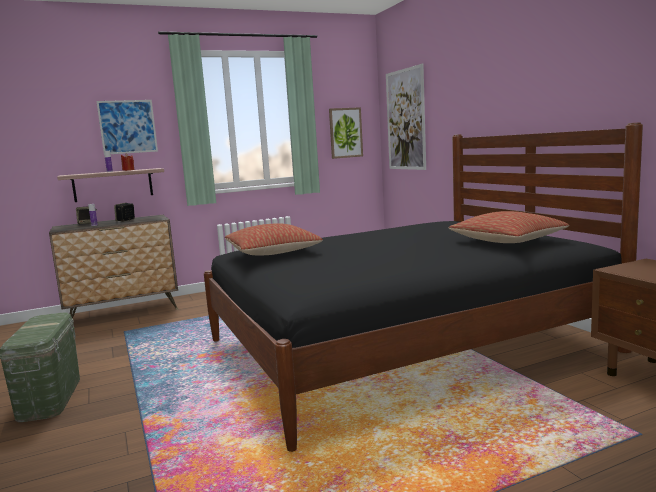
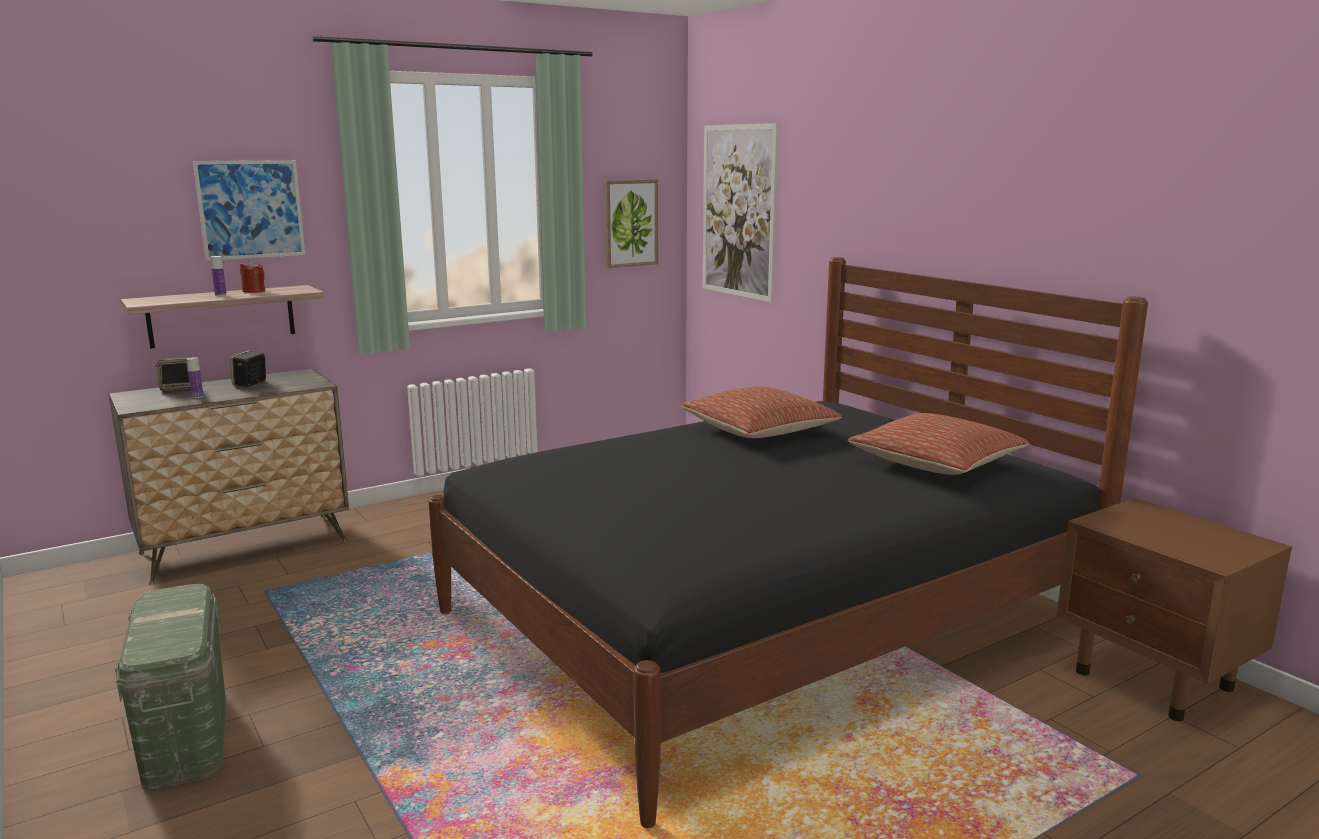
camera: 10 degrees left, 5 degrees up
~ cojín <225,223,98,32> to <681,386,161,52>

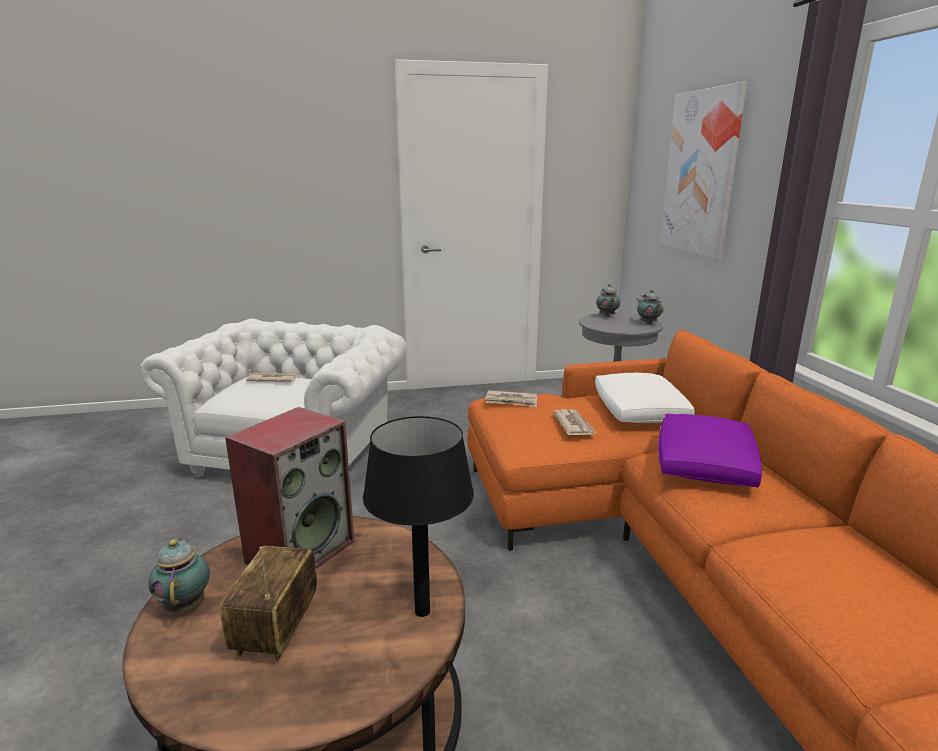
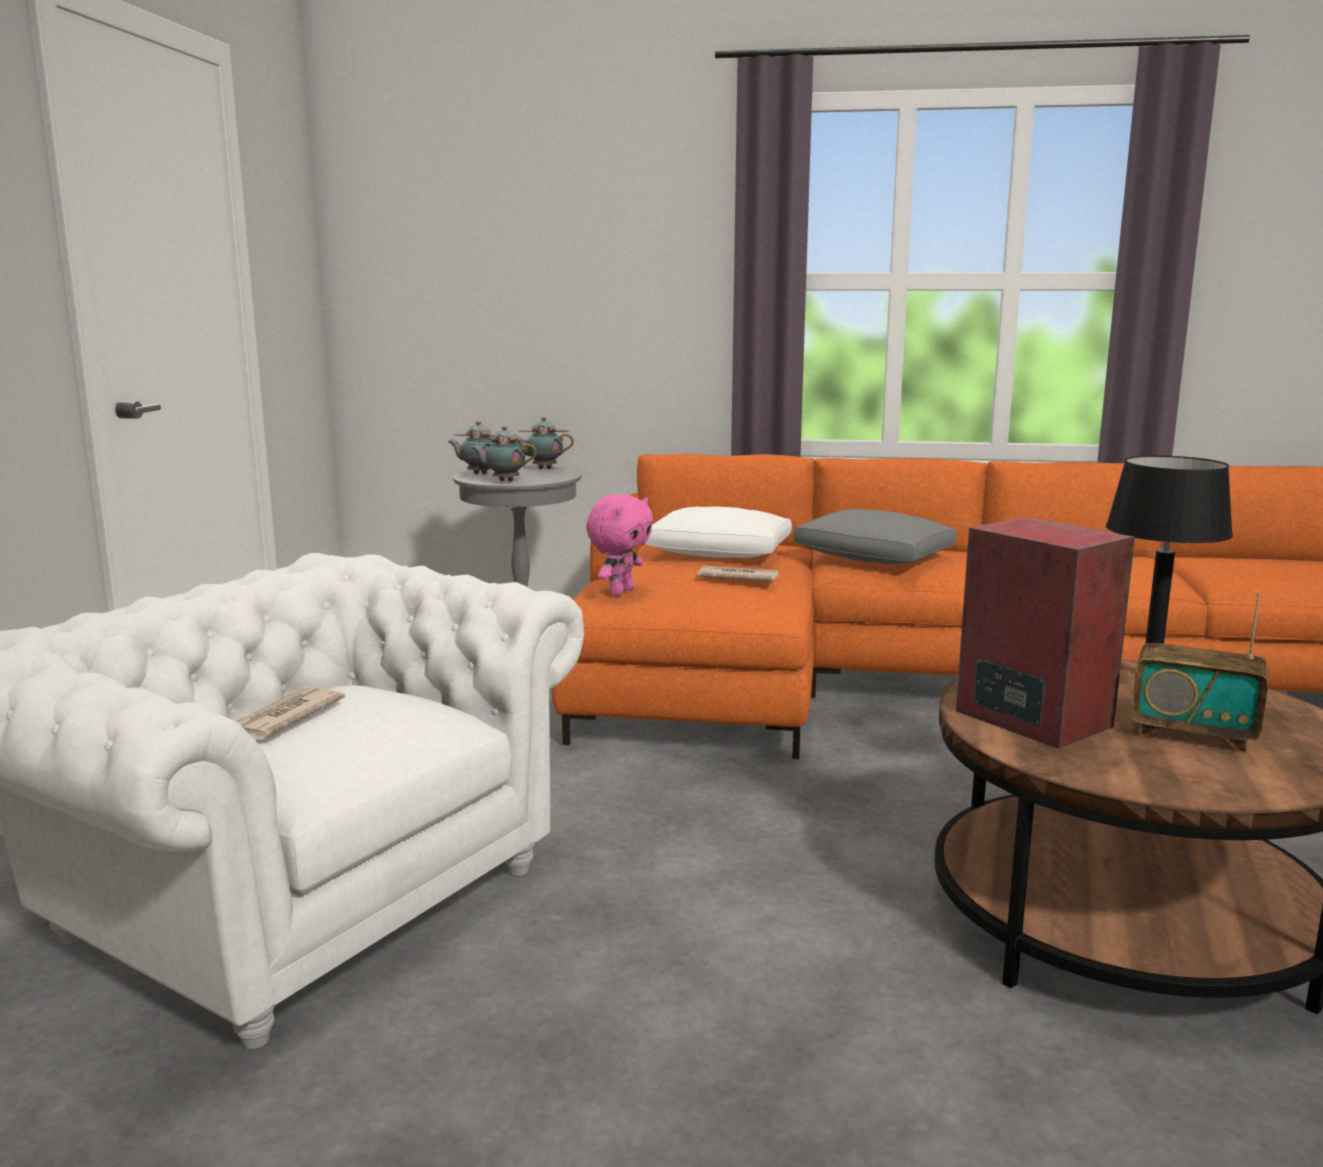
camera: 70 degrees left, 5 degrees down
- cuadro <659,82,88,178>
~ periódico <485,390,52,17> to peluche (rosa) <586,494,67,101>
~ cojín (morado) <658,414,104,73> to cojín (gris) <793,509,164,55>
~ tetera <149,537,61,75> to <471,426,66,55>

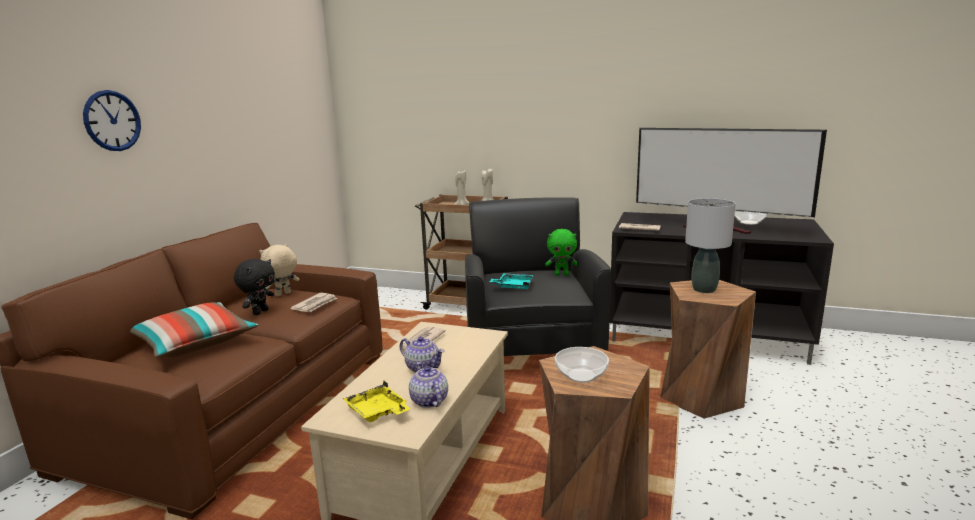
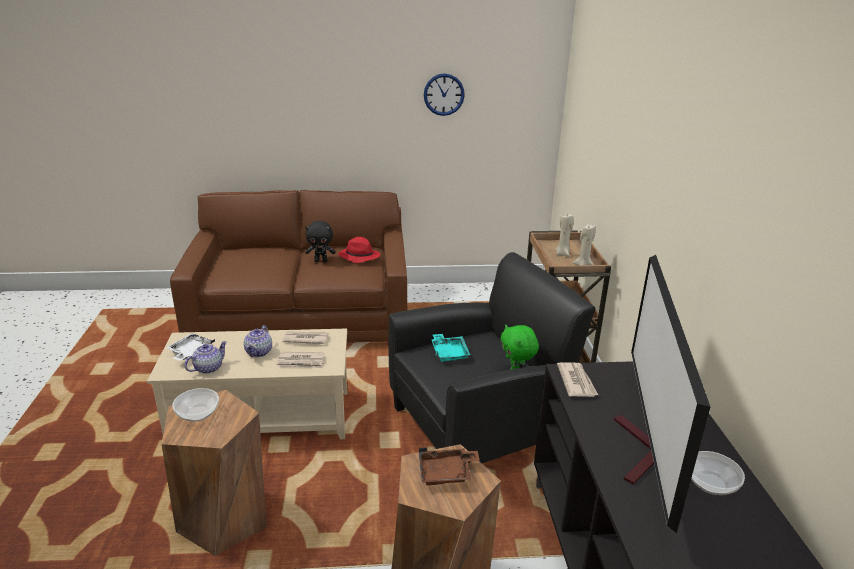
camera: 65 degrees right, 10 degrees up
~ reloj de pared <83,90,58,61> to <424,73,41,43>
~ lámpara de mesa (gris) <685,198,51,95> to bandeja (marrón) <419,447,61,38>
~ peluche (beis) <259,244,40,52> to sombrero (rojo) <338,237,42,26>
~ periódico <290,293,47,19> to <277,352,48,16>
- cojín <130,302,128,56>
~ bandeja (amarillo) <343,381,67,41> to bandeja (blanco) <166,333,49,28>

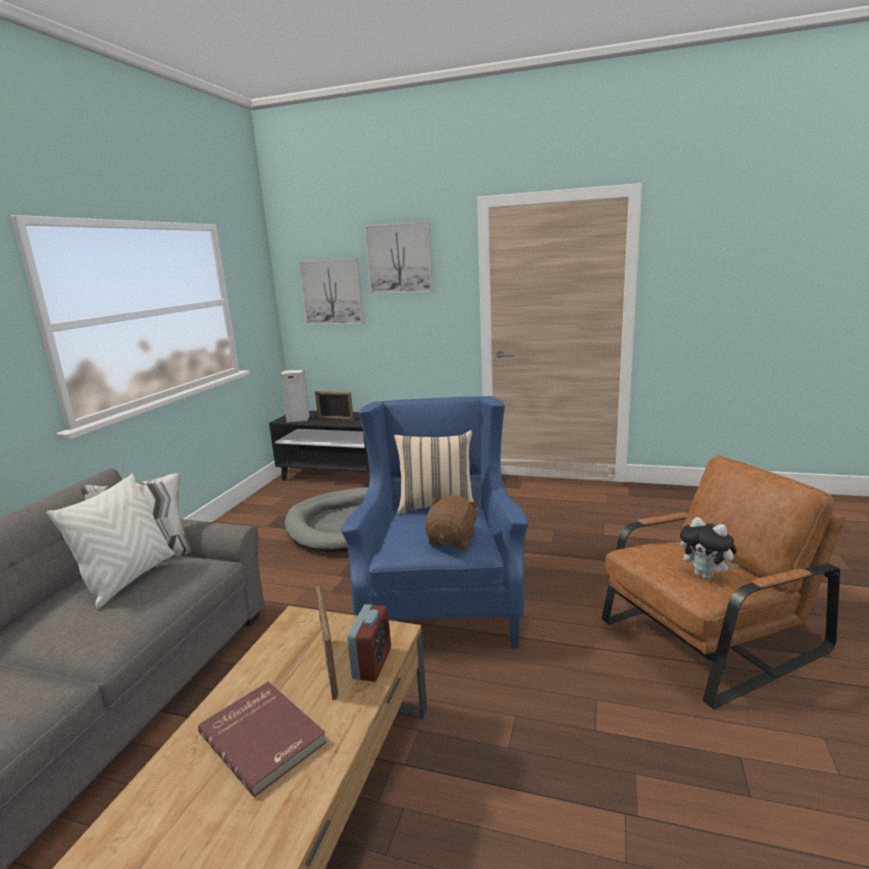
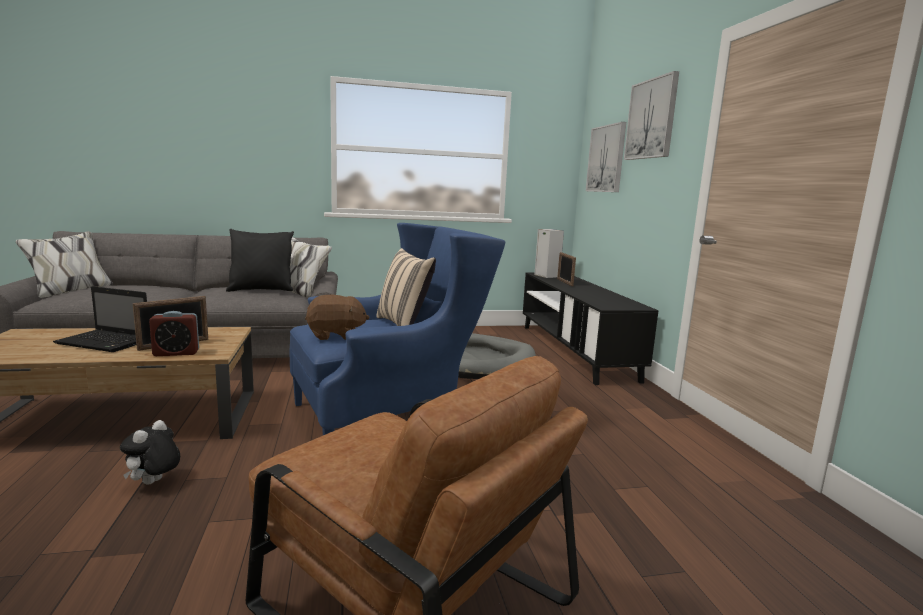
camera: 60 degrees right, 5 degrees down
~ cojín (blanco) <47,473,127,136> to cojín (negro) <226,229,68,63>
~ peluche <680,517,59,62> to <120,420,60,65>
~ libro (rojo) <198,682,129,115> to portátil <53,286,94,66>

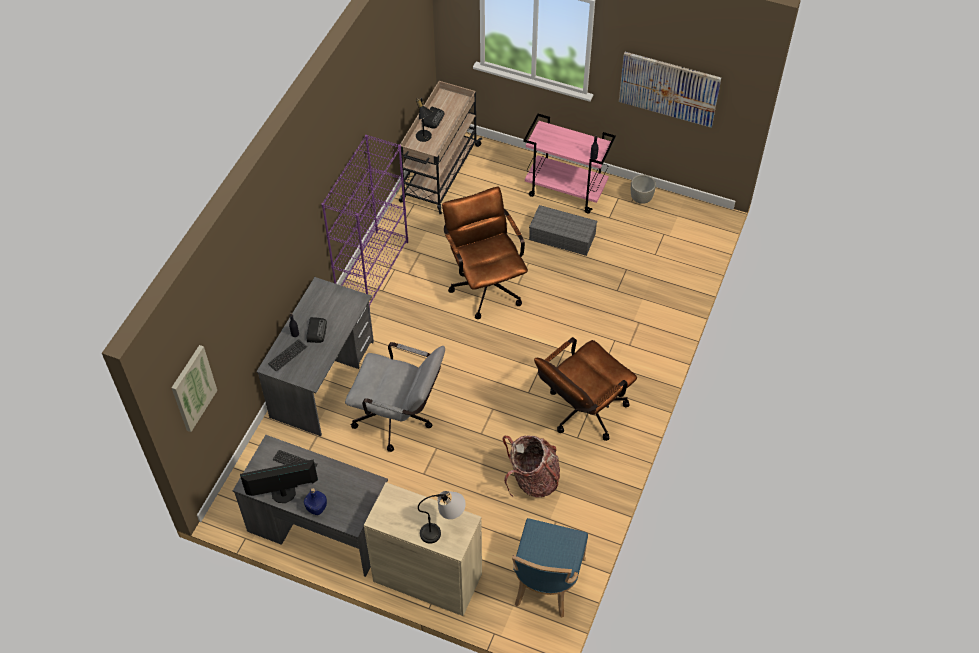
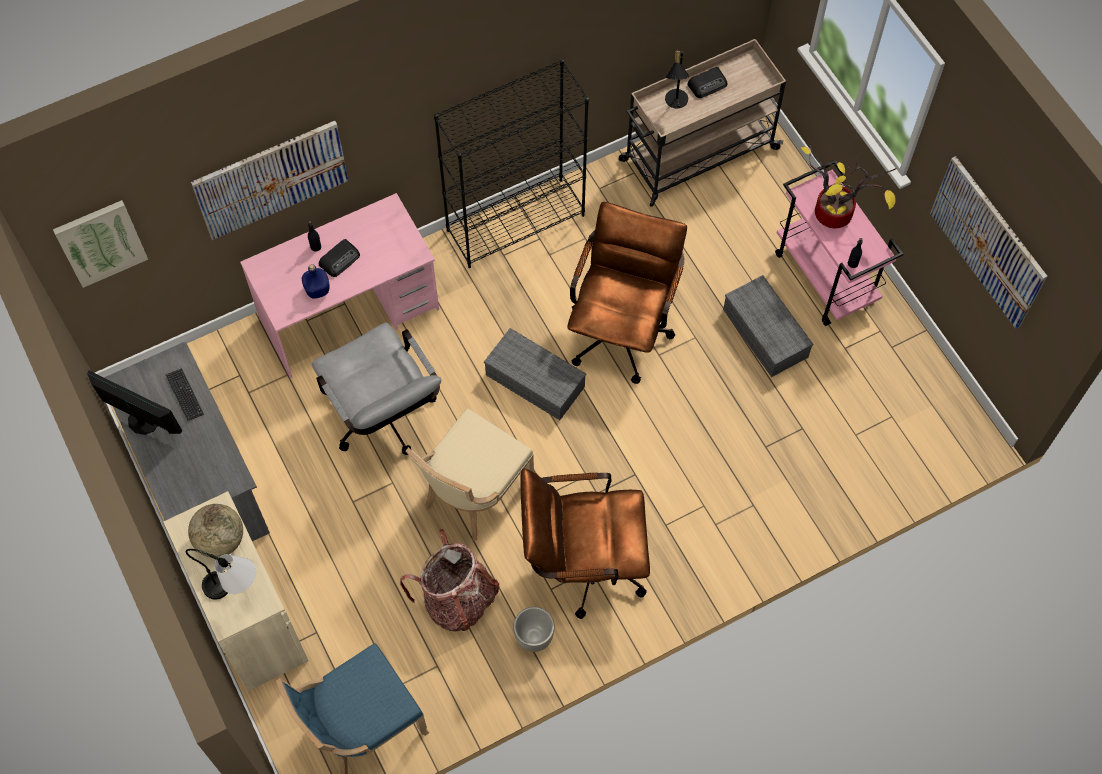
camera: 40 degrees right, 10 degrees up
~ estantería (morado) <322,135,86,172> to estantería (negro) <434,59,155,209>
~ maceta (gris) <631,174,25,30> to <513,607,42,45>
~ escritorio (gris) <256,277,118,159> to escritorio (rosa) <240,193,199,185>
- teclado <268,339,39,33>
~ botella (azul) <304,488,23,27> to <302,264,28,35>
+ cuadro <191,121,157,119>
+ planta en maceta <801,135,96,93>
+ caja de almacenaje (gris) <484,328,102,92>
+ silla (beis) <406,408,128,133>
+ globo terráqueo <188,504,55,54>

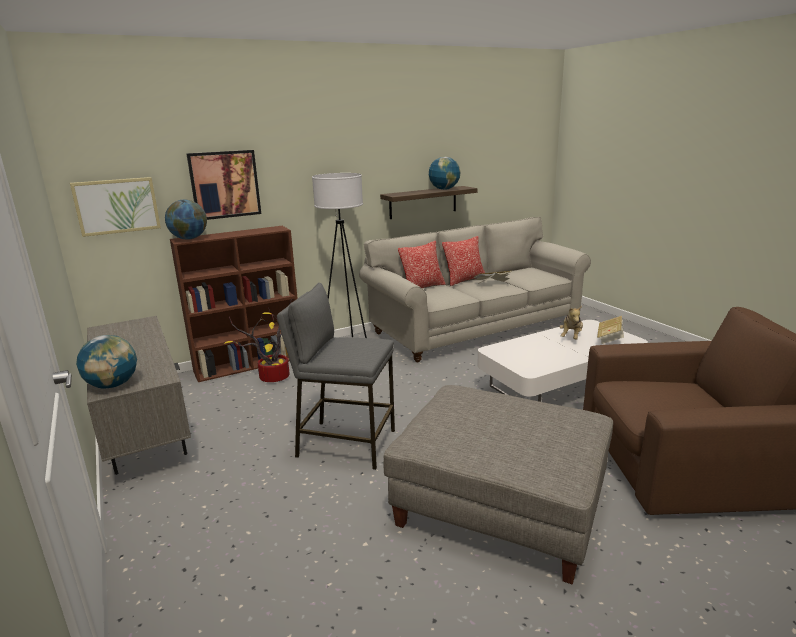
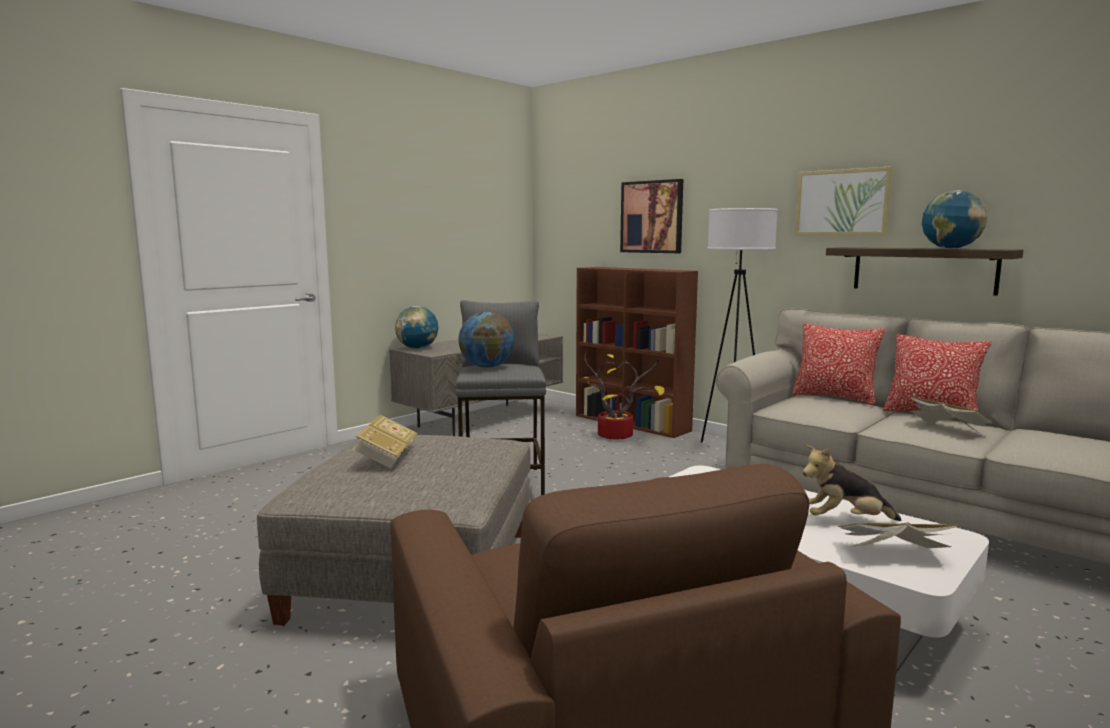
camera: 70 degrees right, 10 degrees down
~ cuadro <70,177,91,60> to <795,167,98,69>
~ globo terráqueo <165,200,42,40> to <458,312,57,56>
+ libro <352,415,66,53>

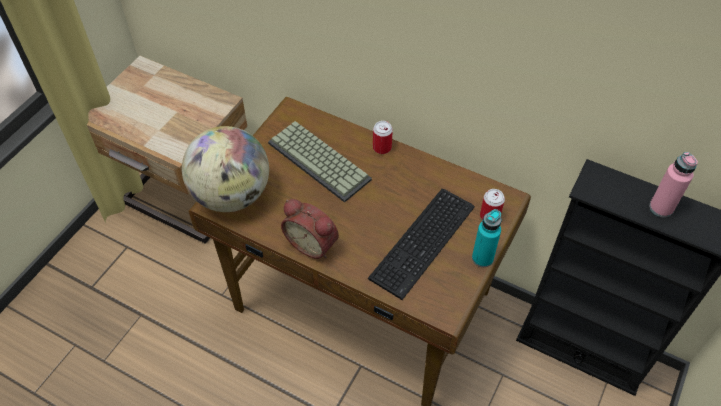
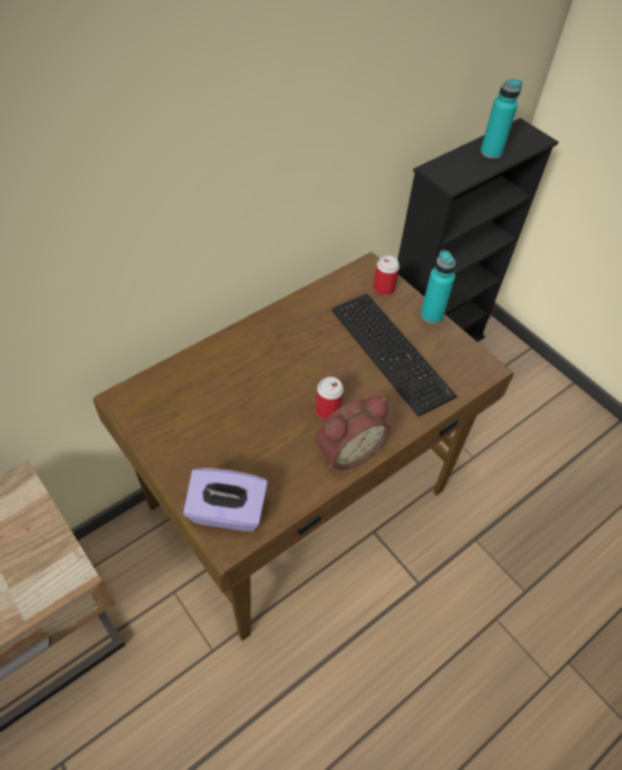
camera: 70 degrees left, 0 degrees up
- teclado <268,121,104,82>
~ lata <373,121,20,33> to <315,377,29,43>
~ globo terráqueo <182,126,87,86> to caja de pañuelos (morado) <183,468,85,64>
~ botella (rosa) <649,152,49,65> to botella (turquesa) <480,79,42,80>

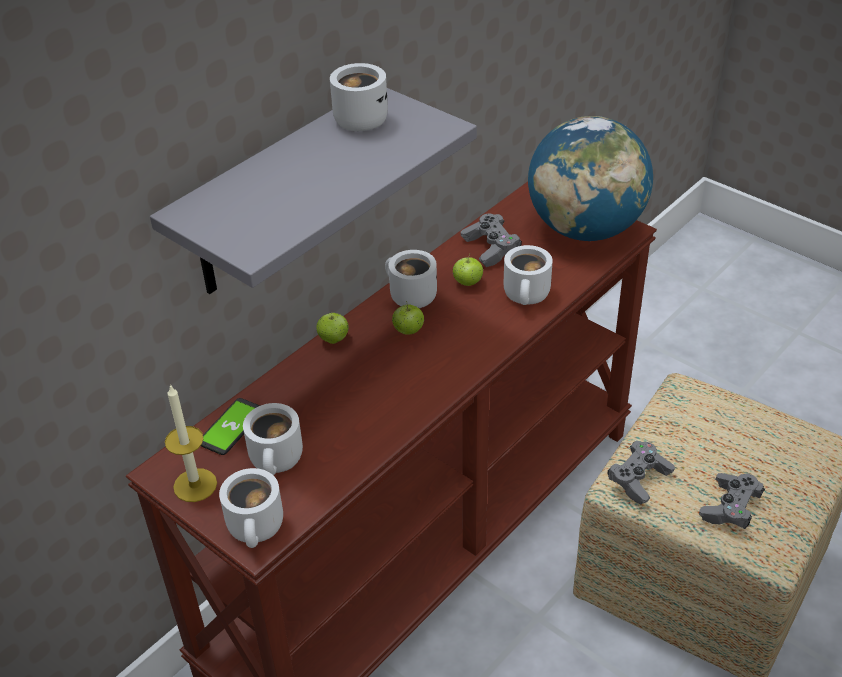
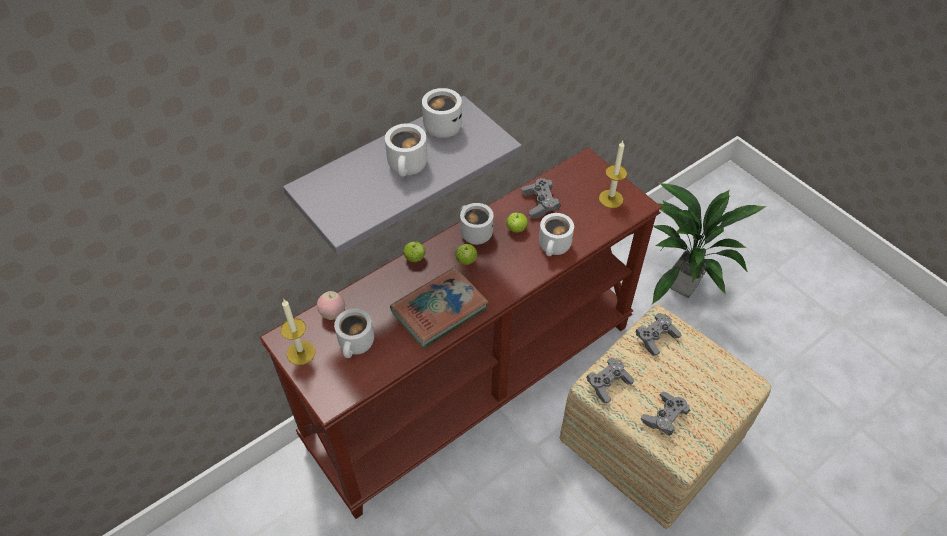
camera: 10 degrees right, 10 degrees up
~ globo terráqueo <528,116,125,125> to vela <599,141,28,67>
~ móvil <201,398,59,57> to manzana <317,291,28,29>
~ taza grande (blanco) <219,468,64,80> to <385,123,43,54>
+ planta en maceta <652,182,115,122>
+ libro <390,267,98,81>
+ mando de consola (gris) <636,313,45,43>

